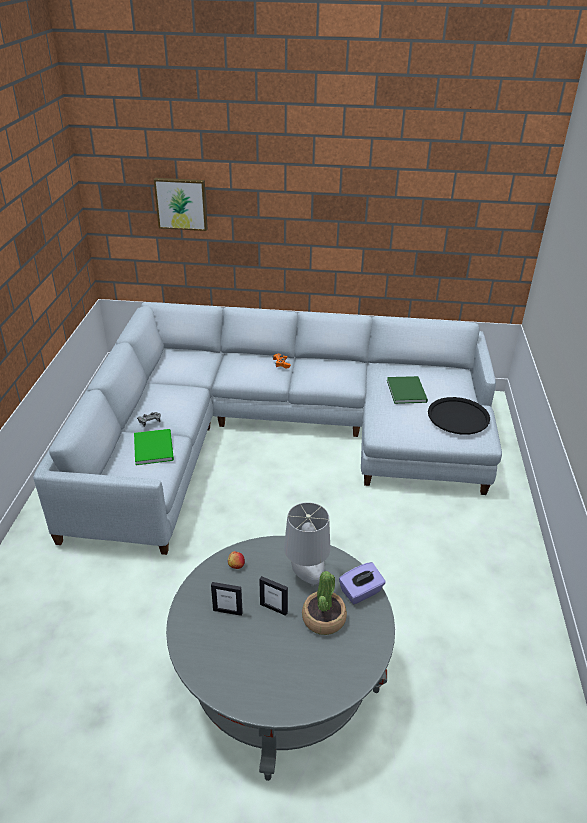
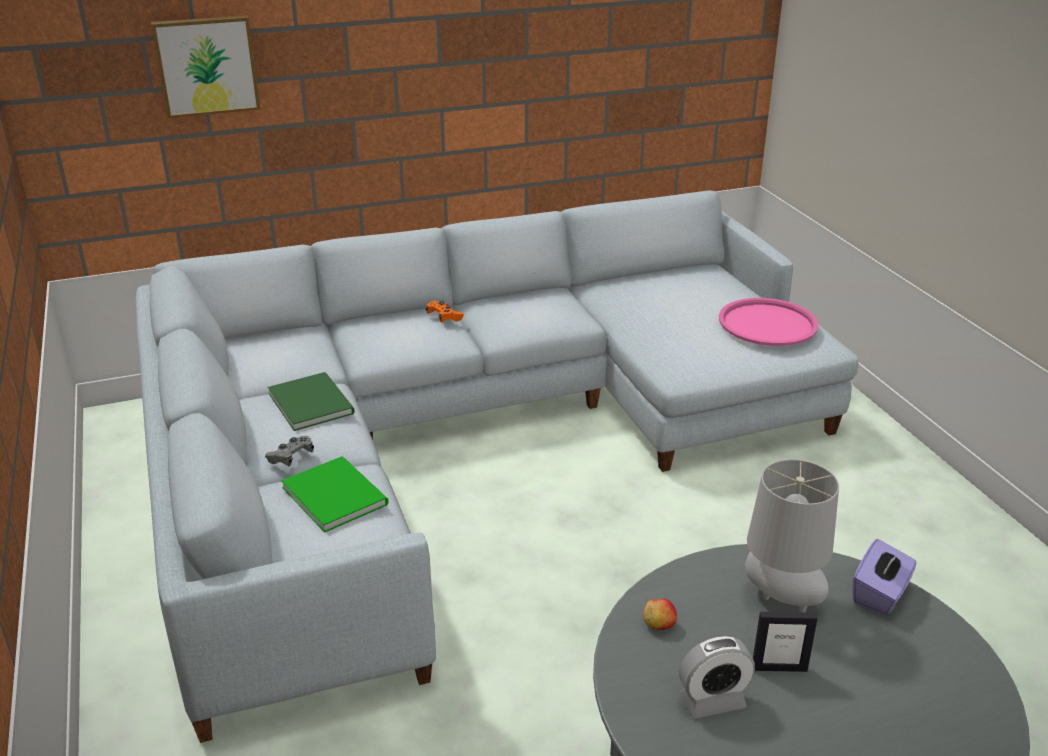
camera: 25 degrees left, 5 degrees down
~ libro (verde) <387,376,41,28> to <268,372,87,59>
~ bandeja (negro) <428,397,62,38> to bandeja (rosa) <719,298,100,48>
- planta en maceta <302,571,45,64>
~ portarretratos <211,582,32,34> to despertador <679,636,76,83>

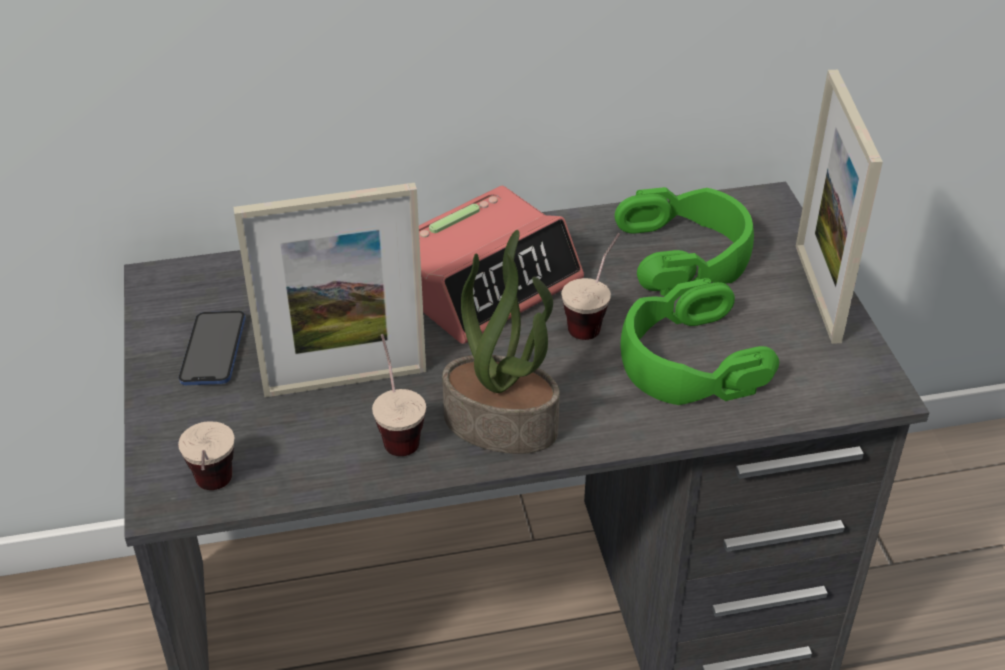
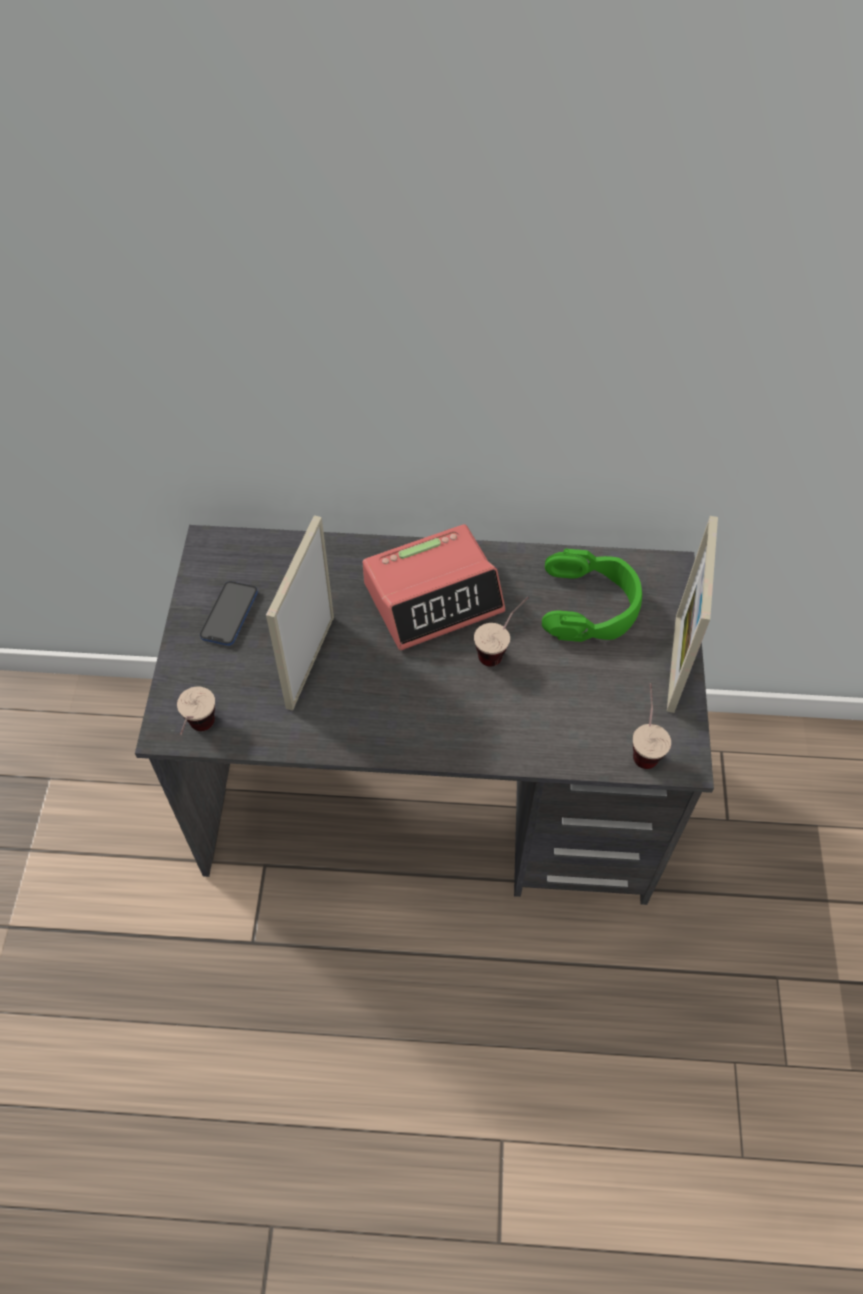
camera: 15 degrees right, 15 degrees up
~ portarretratos <233,183,193,214> = <266,515,68,196> 105 degrees clockwise
- planta en maceta <442,230,118,224>
- auriculares (verde) <621,278,158,127>
~ taza <372,334,54,122> to <633,683,38,86>

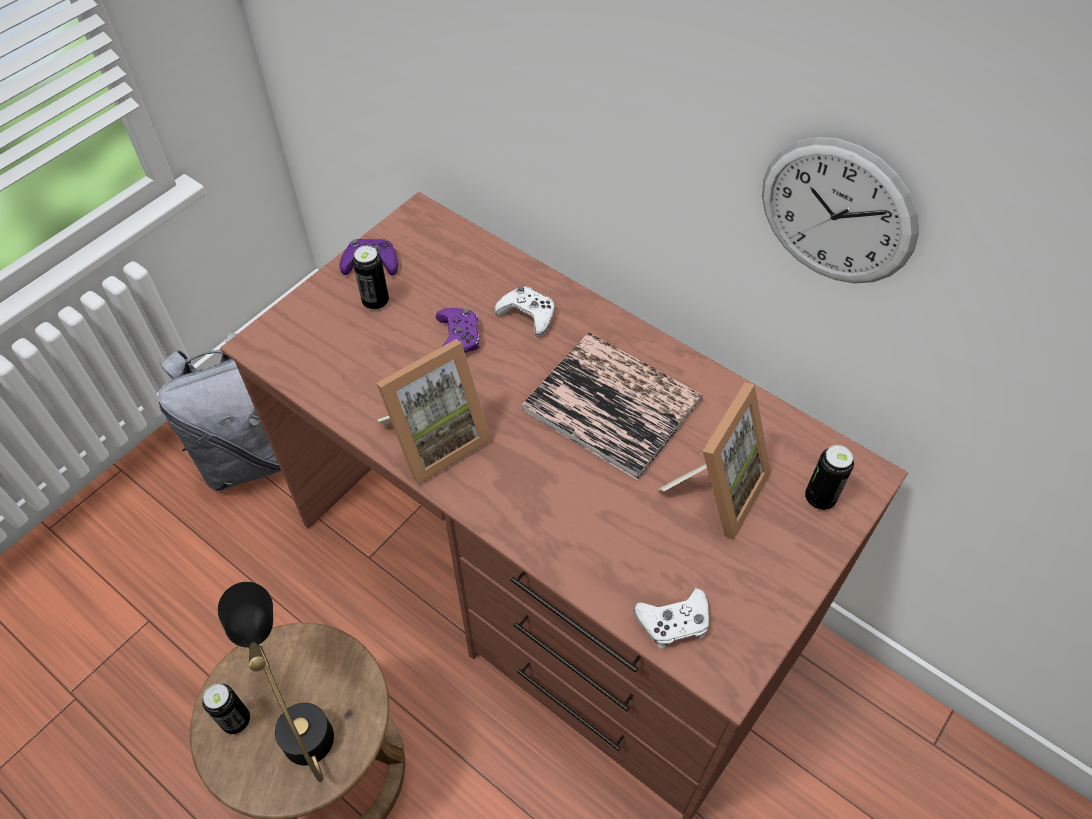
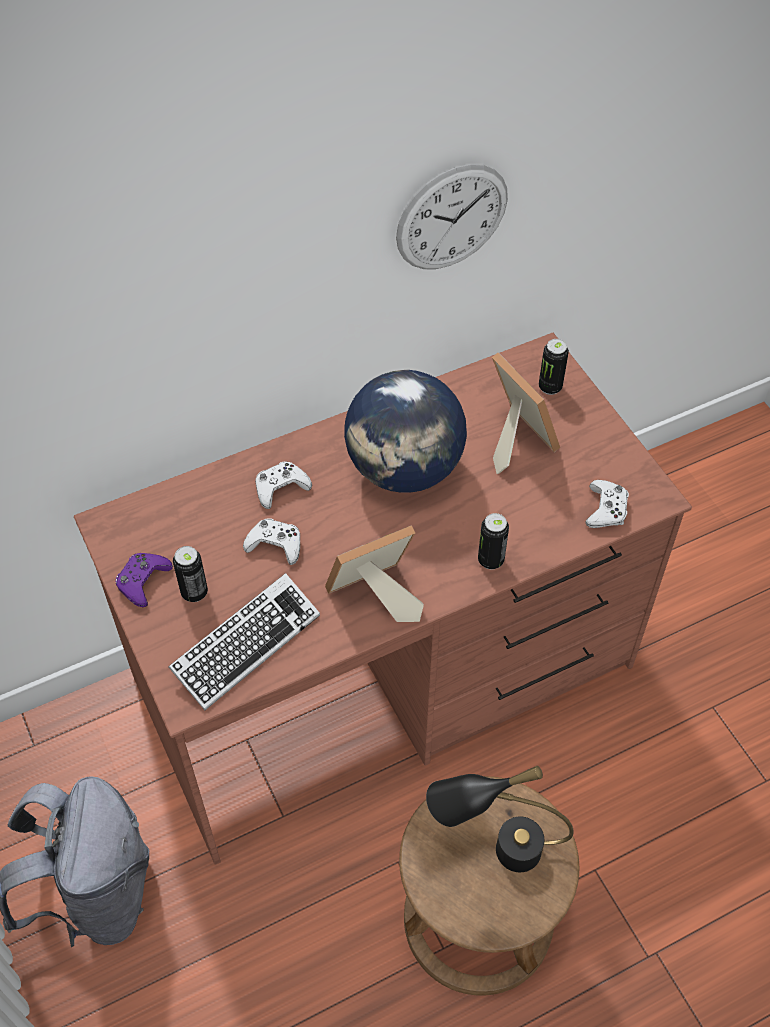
camera: 65 degrees left, 0 degrees up
~ mando de consola (morado) <436,308,44,45> to mando de consola (blanco) <243,518,57,47>
~ libro <522,332,181,148> to globo terráqueo <344,370,123,123>
~ portarretratos <376,339,116,146> = <325,525,99,97> 105 degrees counterclockwise
~ lata <202,684,48,50> to <478,513,31,56>
+ teclado <169,573,151,137>

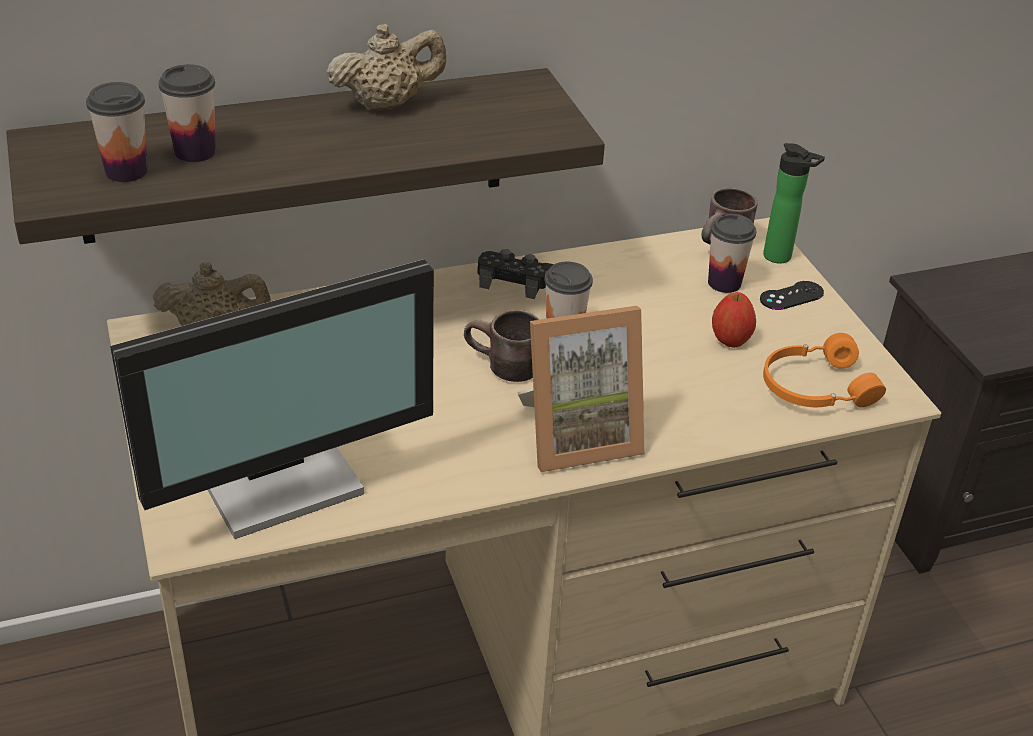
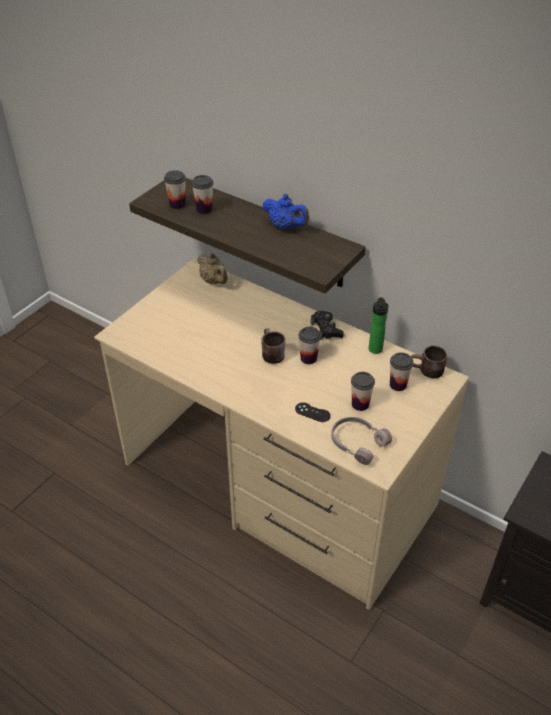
camera: 55 degrees right, 5 degrees up
~ tetera (beis) <327,24,119,86> to tetera (azul) <262,194,47,36>
~ botella <763,143,62,121> to <369,297,19,57>
- monitor <110,259,324,280>
~ mando de consola (negro) <760,281,64,29> to <295,402,36,20>
~ manzana <712,292,44,56> to taza <351,372,24,39>
- portarretratos <518,306,127,166>
~ auriculares (naranja) <763,333,123,75> to auriculares (gris) <331,417,61,48>

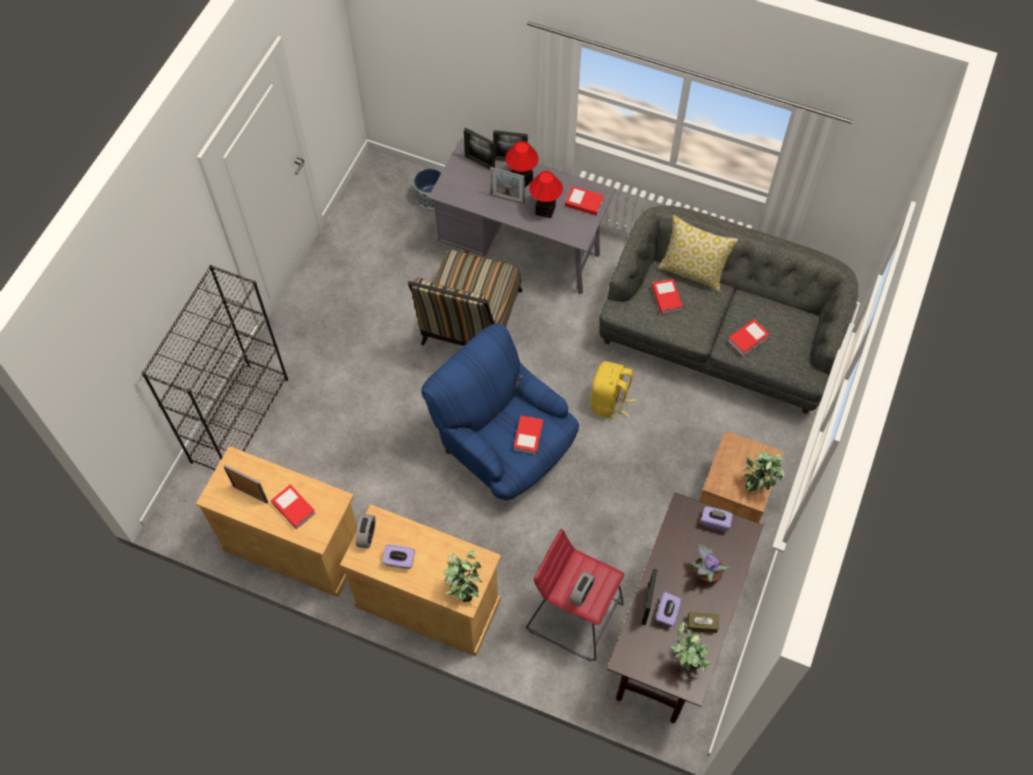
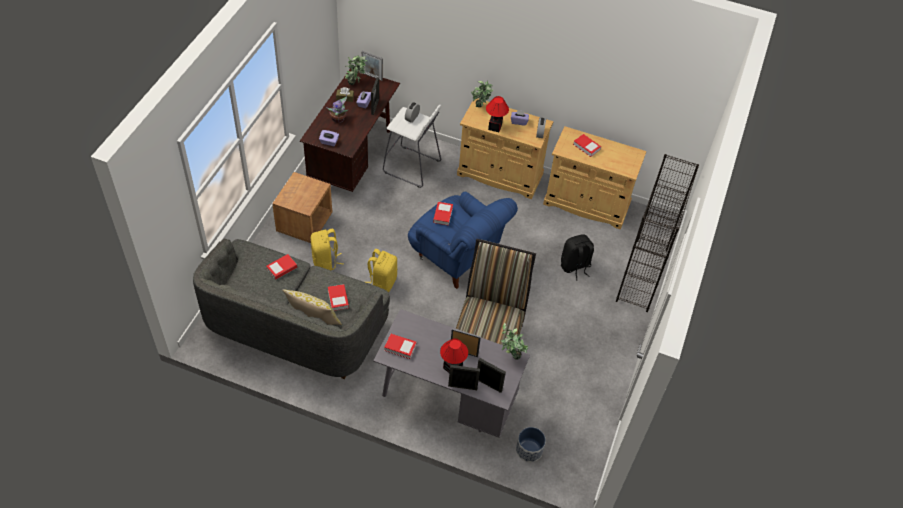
camera: 175 degrees right, 10 degrees down
~ lámpara de mesa <529,171,34,47> to <486,96,23,36>
~ planta en maceta <743,451,42,40> to <501,323,27,37>
~ portarretratos <223,465,45,39> to <361,51,22,30>
~ taburete (rojo) <526,529,99,132> to taburete (blanco) <383,105,58,83>
+ mochila (amarillo) <311,229,33,42>
+ mochila (negro) <561,235,33,45>

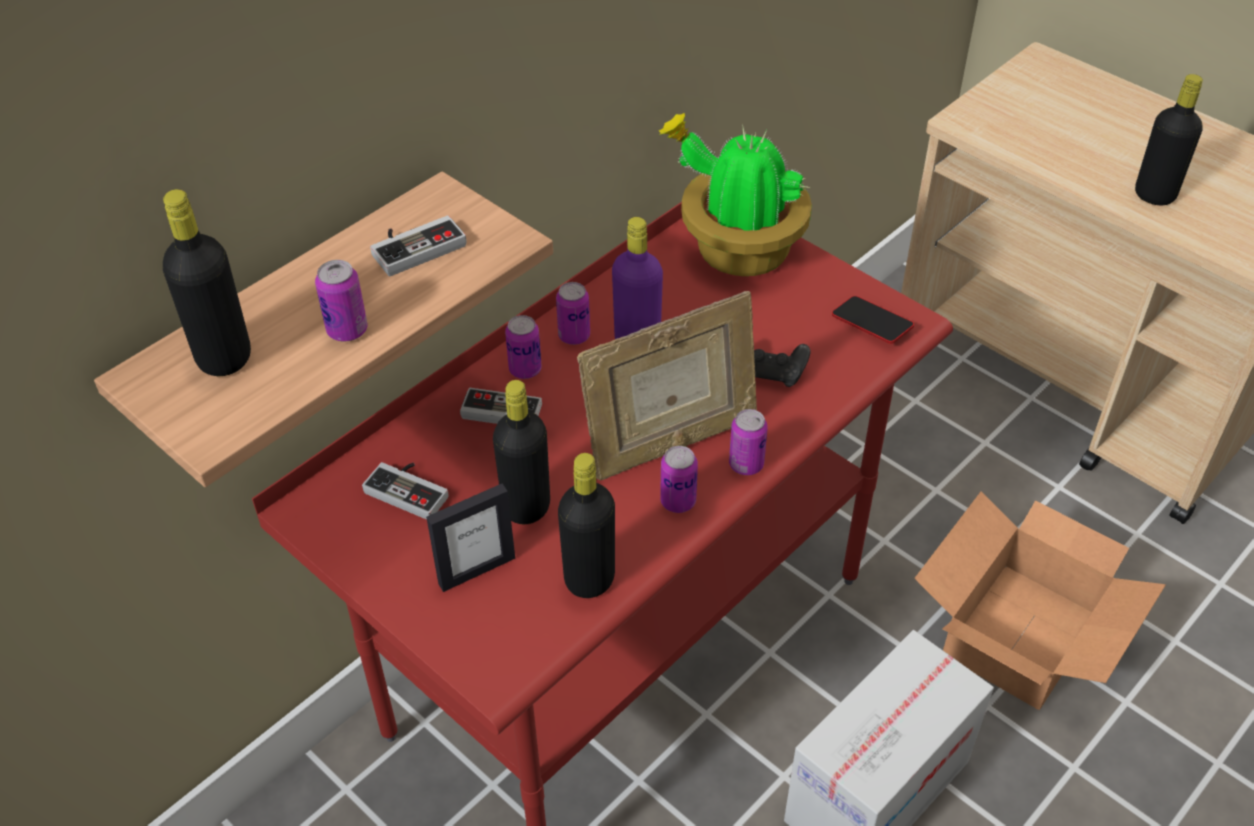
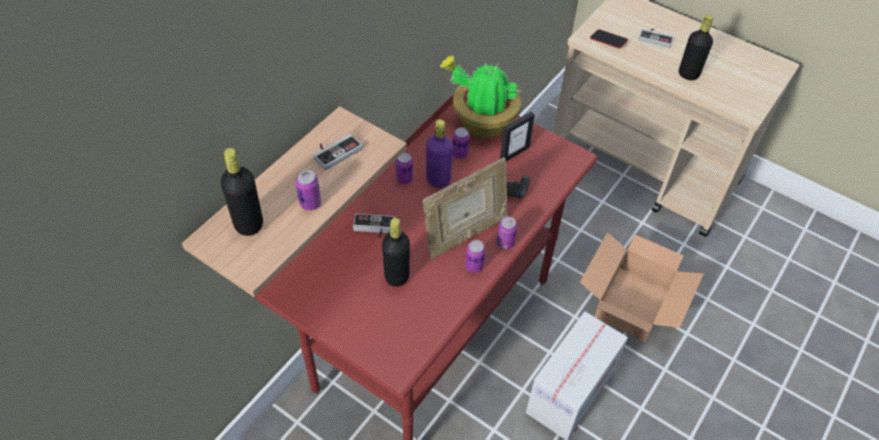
camera: 10 degrees left, 5 degrees up
~ móvil <832,296,82,48> to <590,29,38,19>
~ lata <505,315,37,64> to <453,127,17,32>
- botella (negro) <558,453,57,145>
~ mando de consola <362,462,87,58> to <639,28,34,20>
~ portarretratos <426,484,89,108> to <500,112,35,49>

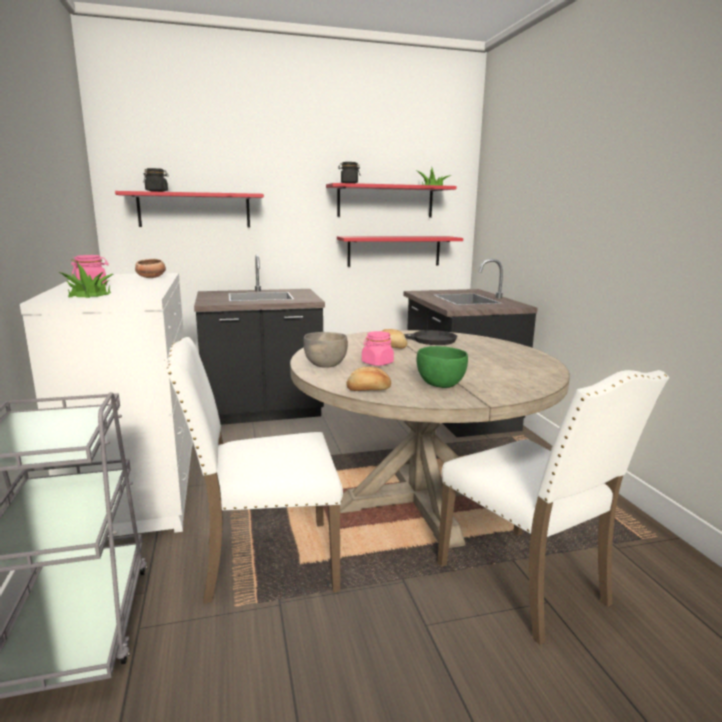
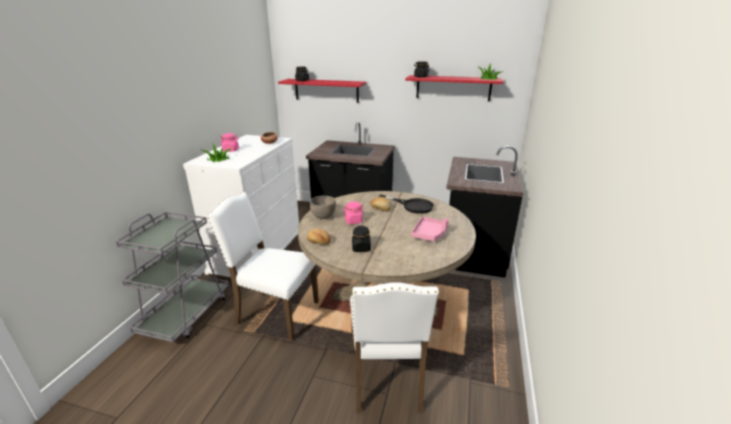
camera: 30 degrees right, 10 degrees up
- estante (rojo) <337,236,126,31>
~ cuenco (verde) <417,346,51,42> to tarro (negro) <352,226,19,26>
+ bandeja (rosa) <411,216,38,25>

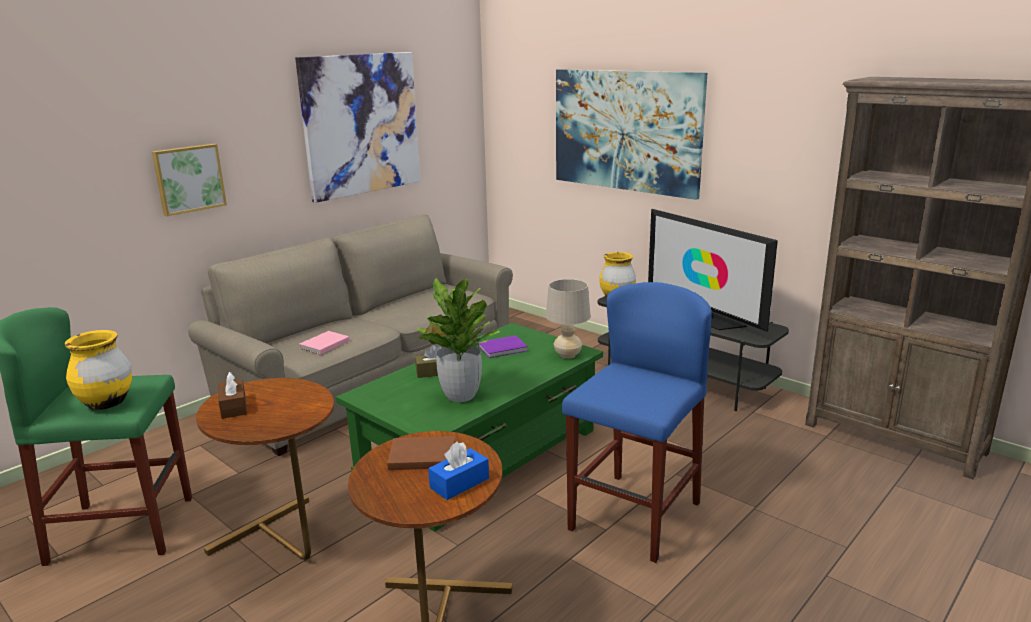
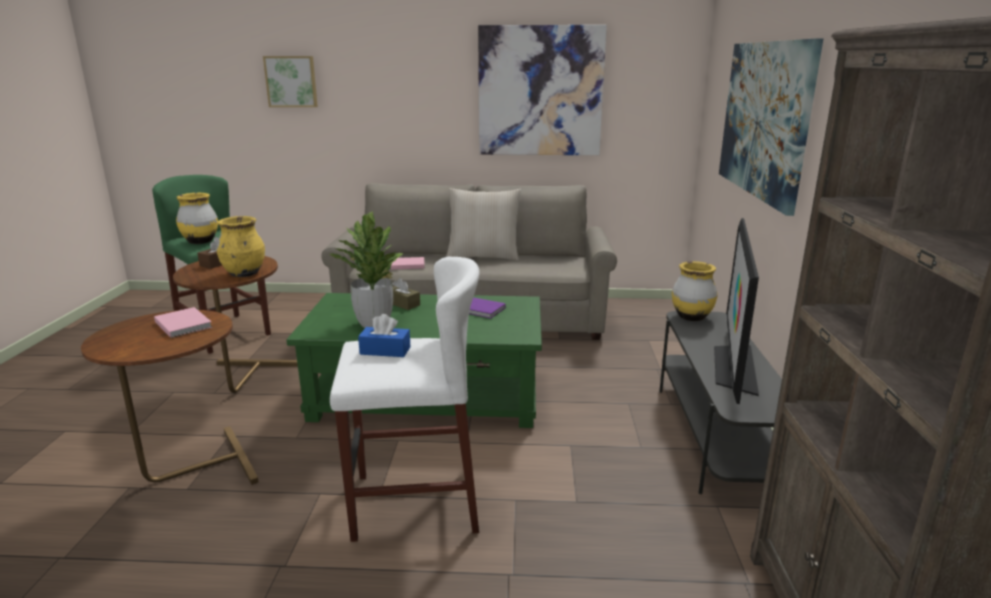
camera: 50 degrees right, 0 degrees up
~ cuadro <152,144,75,72> to <263,56,55,51>
- lámpara de mesa (beis) <546,279,45,80>
~ taburete (azul) <562,282,150,281> to taburete (blanco) <330,257,150,285>
~ libro (marrón) <387,436,68,34> to libro (rosa) <154,307,59,31>
~ caja de pañuelos (azul) <428,441,61,59> to <358,314,52,43>
+ cojín (beis) <446,188,75,73>
+ florero (amarillo) <216,216,49,61>

